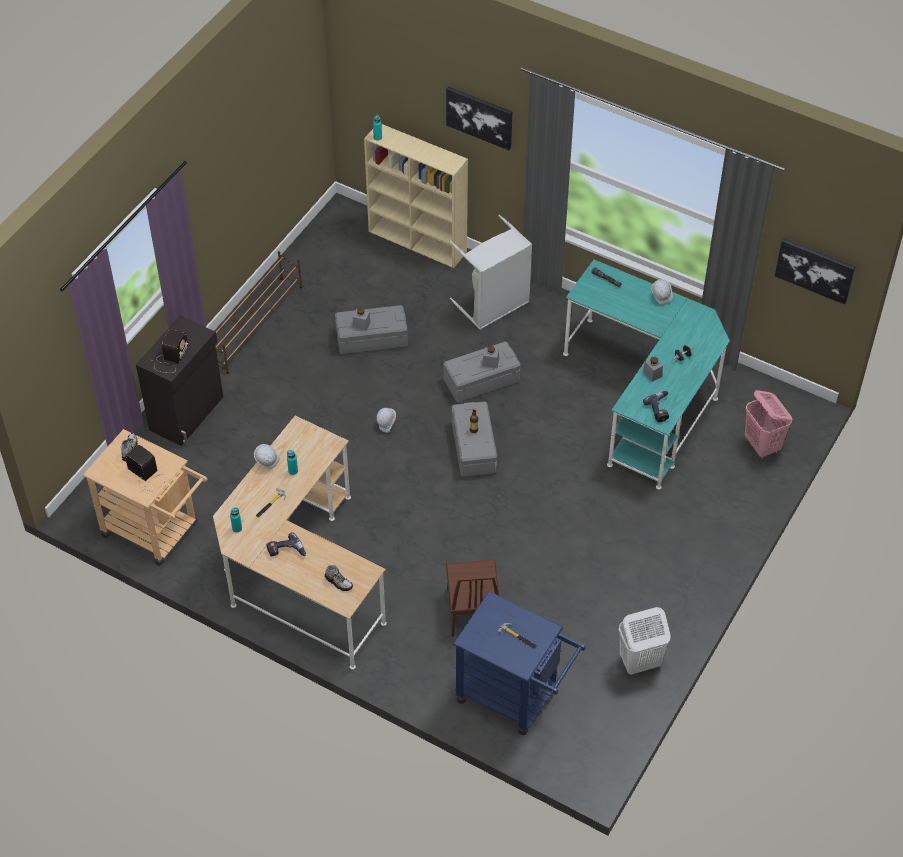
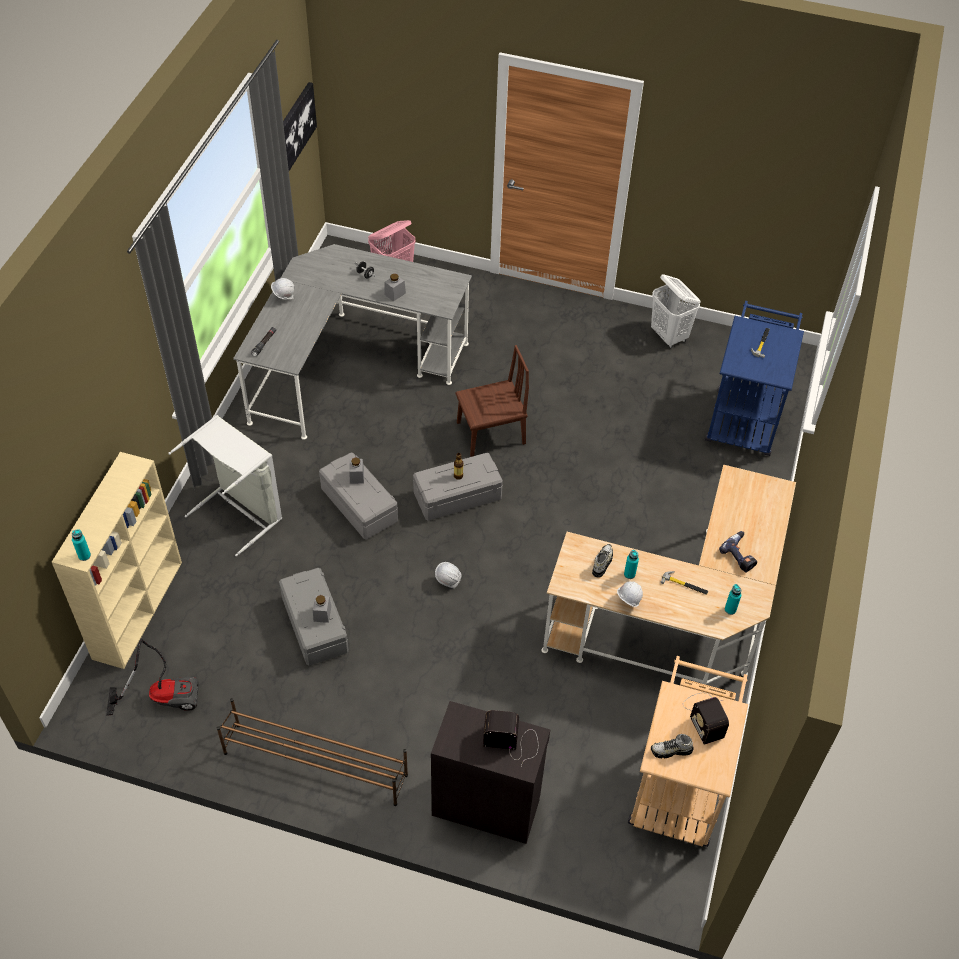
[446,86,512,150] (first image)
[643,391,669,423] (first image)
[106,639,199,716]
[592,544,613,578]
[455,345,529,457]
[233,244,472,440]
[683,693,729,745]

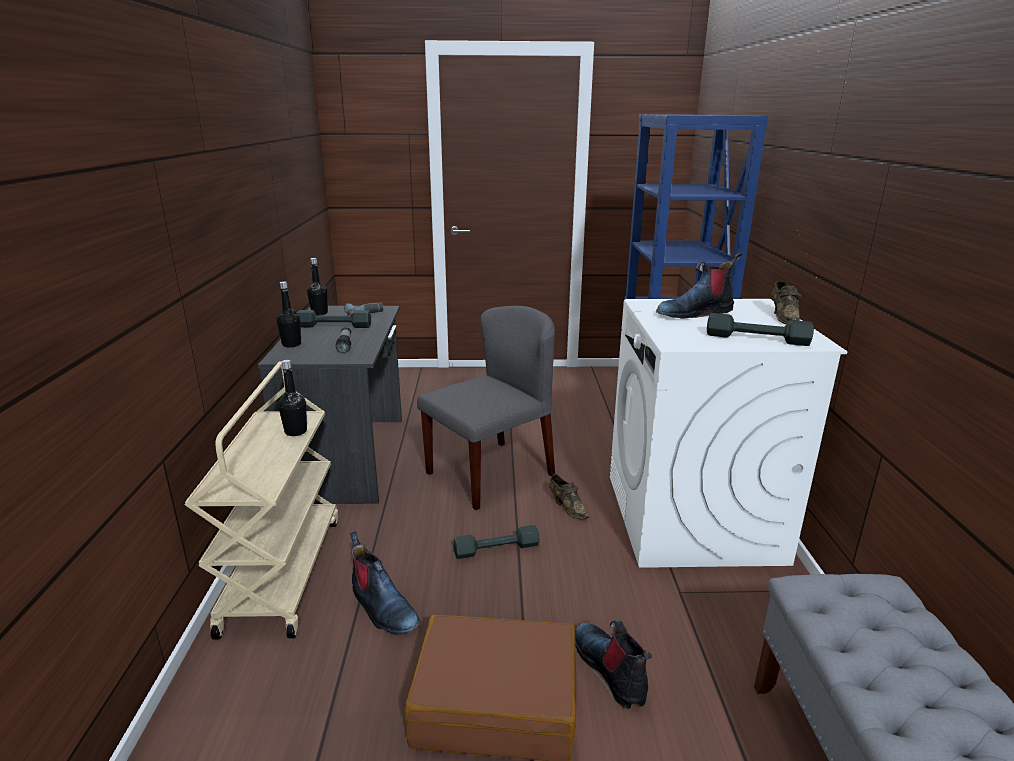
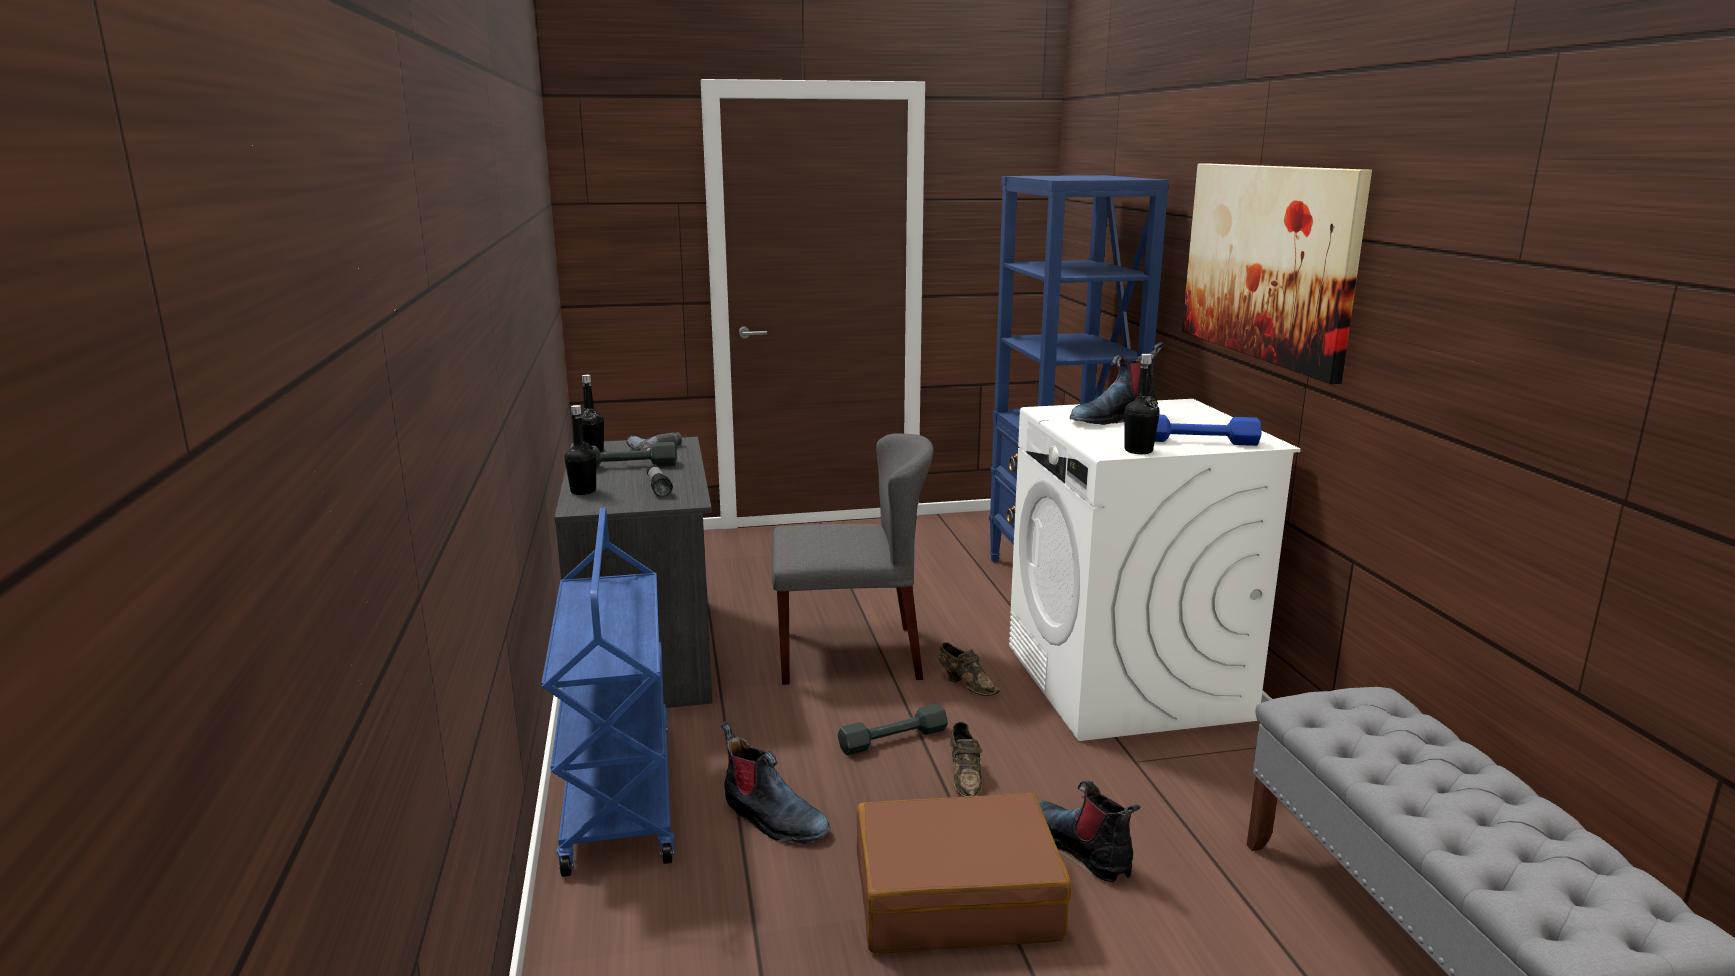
[1182,163,1372,384]
[1124,354,1160,454]
[950,722,983,797]
[541,507,674,877]
[1155,415,1261,446]
[772,433,934,685]

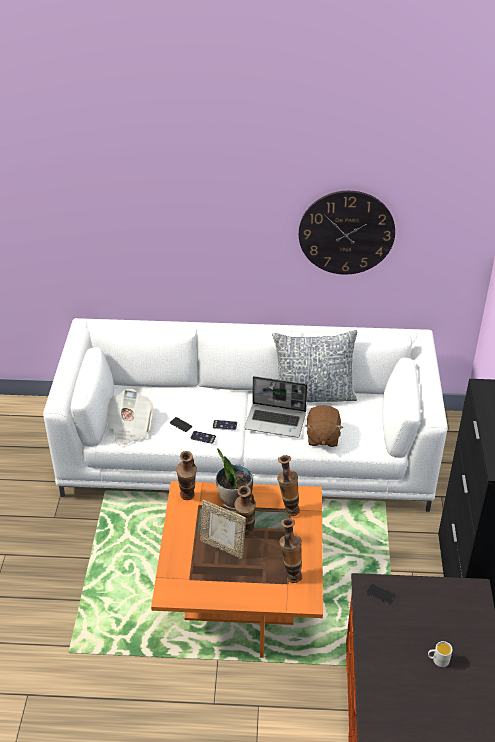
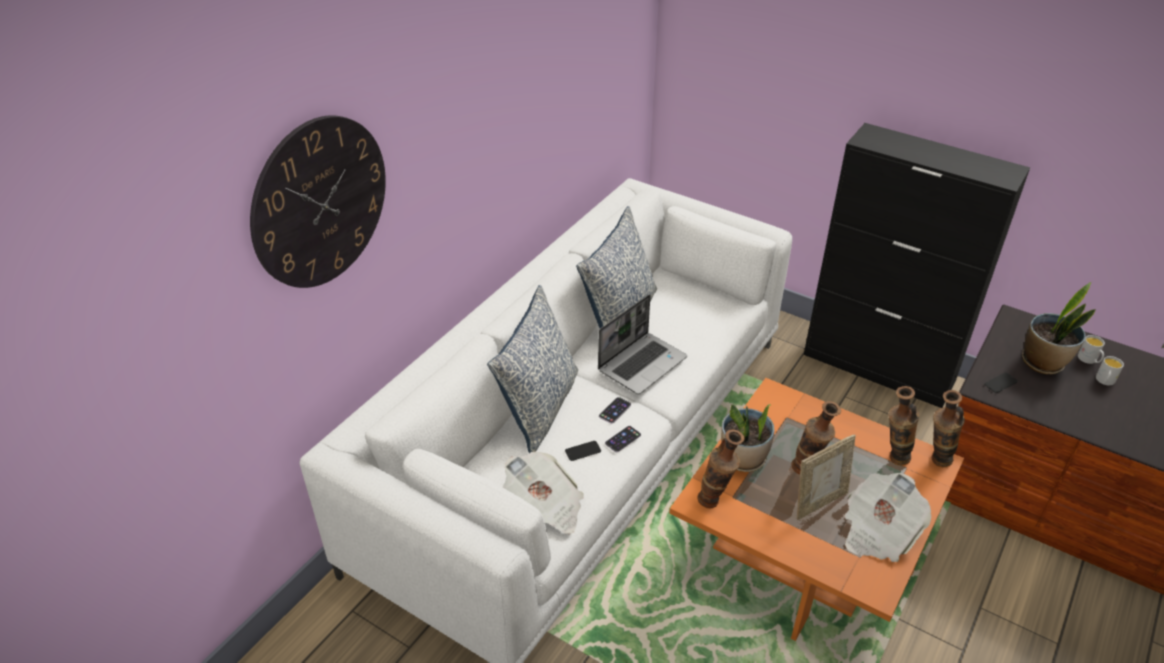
[306,405,343,447] (first image)
[487,285,578,453]
[844,473,931,562]
[1022,282,1096,374]
[1078,335,1105,364]
[932,390,965,467]
[250,115,386,288]

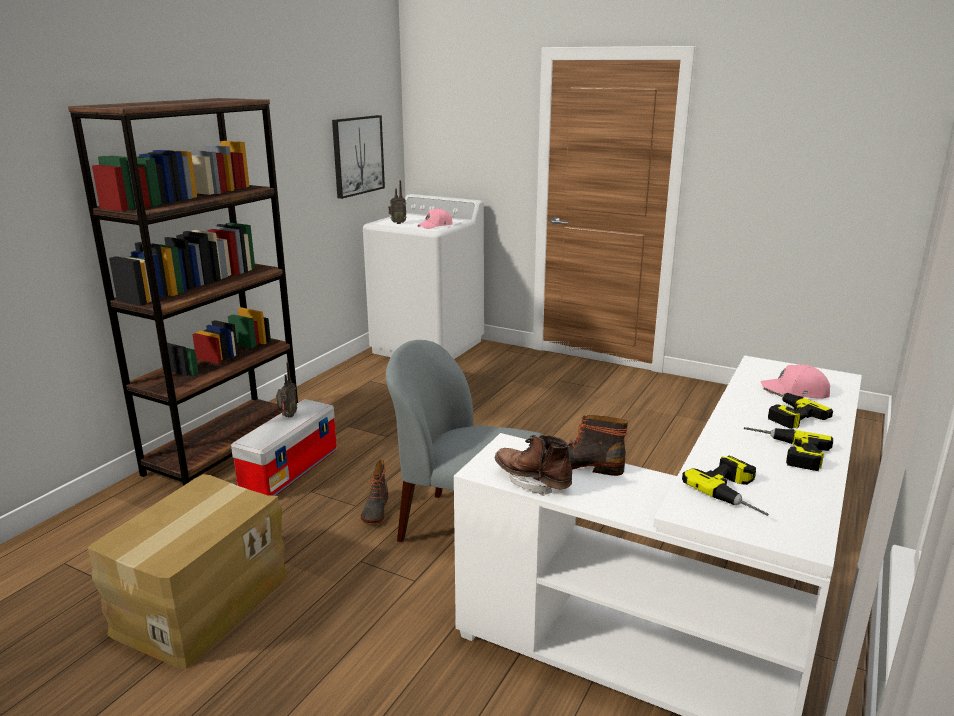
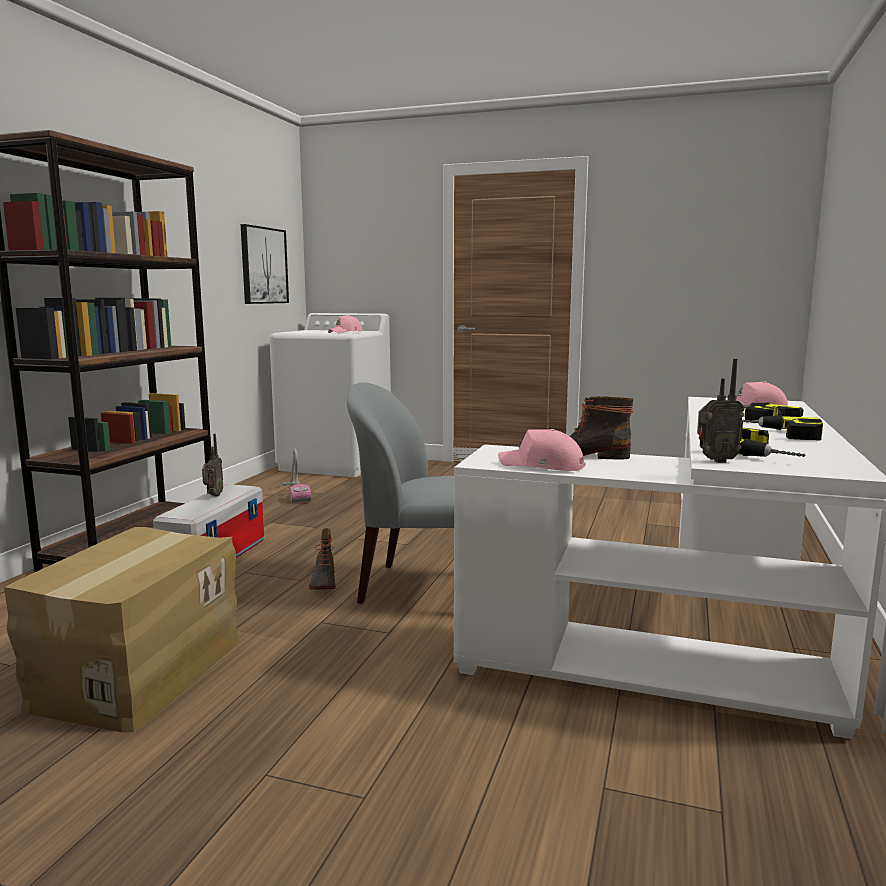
[283,448,311,503]
[697,359,744,463]
[498,429,585,471]

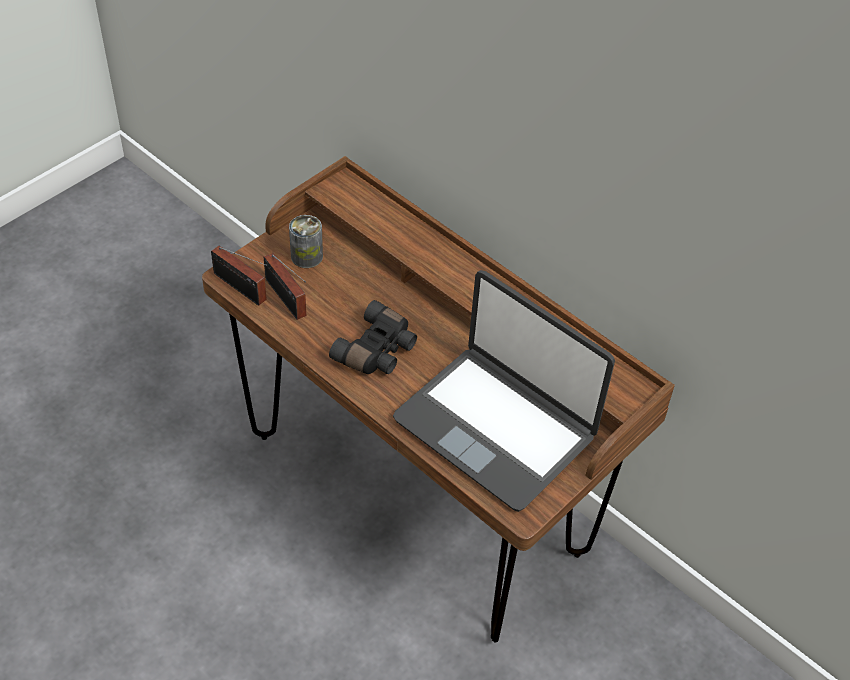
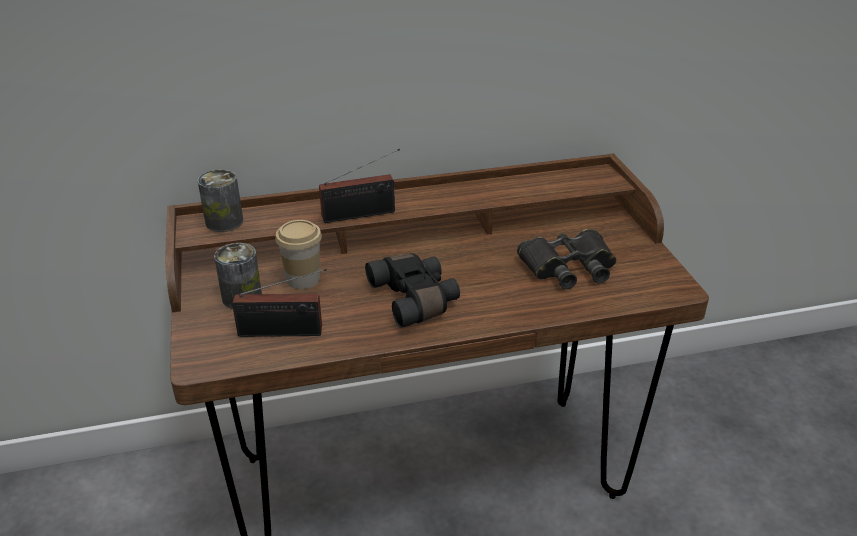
[198,169,243,232]
[275,220,322,289]
[319,149,400,223]
[517,229,616,289]

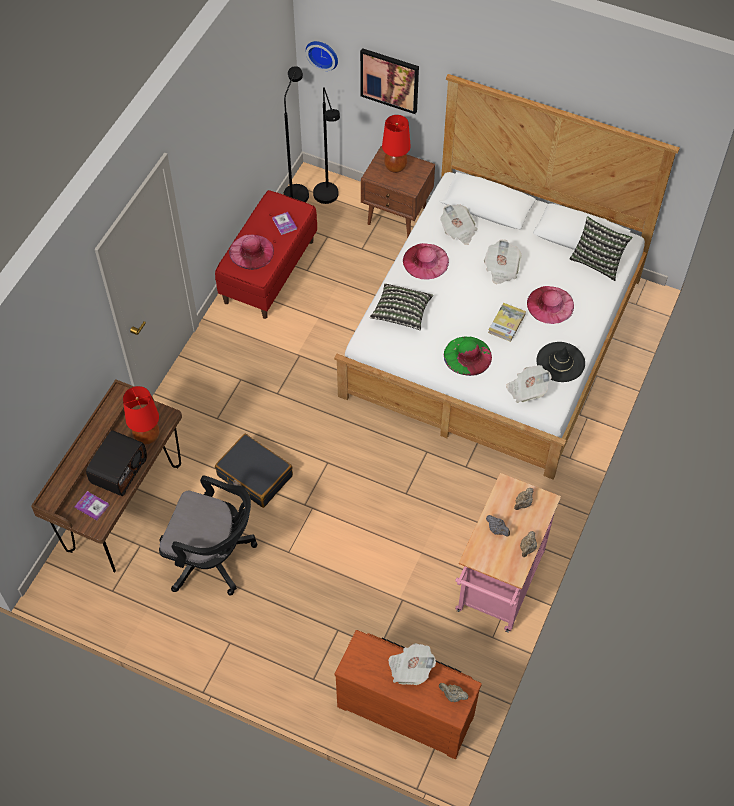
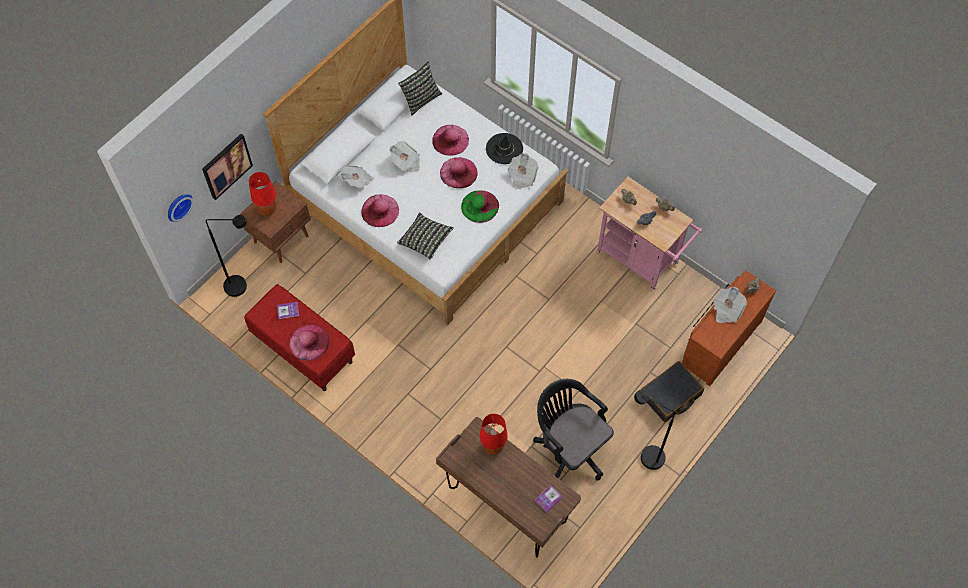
[86,430,147,496] (first image)
[641,361,704,422]
[634,389,675,470]
[440,157,478,188]
[533,379,614,481]

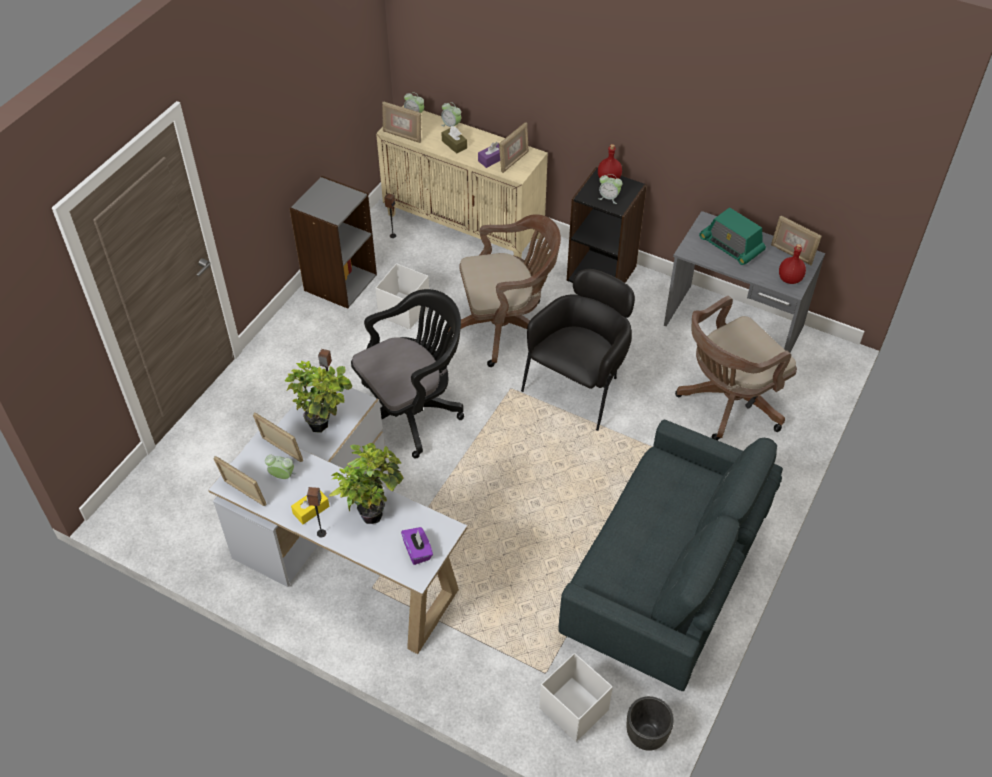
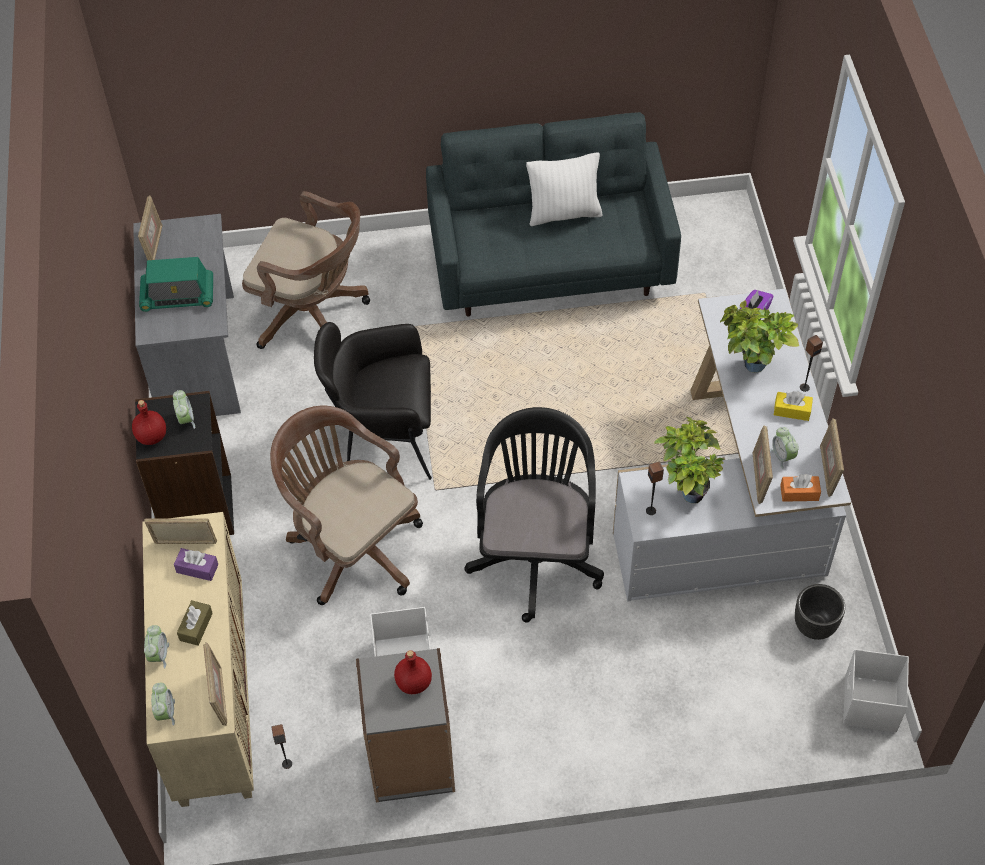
[526,152,603,226]
[780,474,821,502]
[843,649,909,732]
[795,584,845,640]
[394,650,432,694]
[464,407,604,623]
[139,257,213,312]

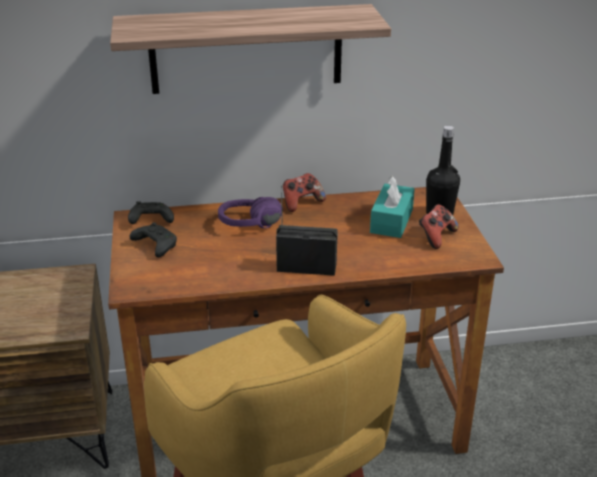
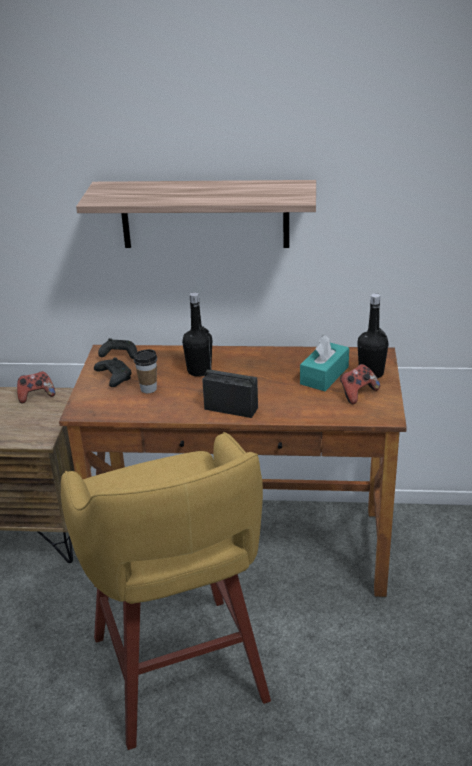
[134,349,157,393]
[17,371,55,403]
[182,292,212,377]

